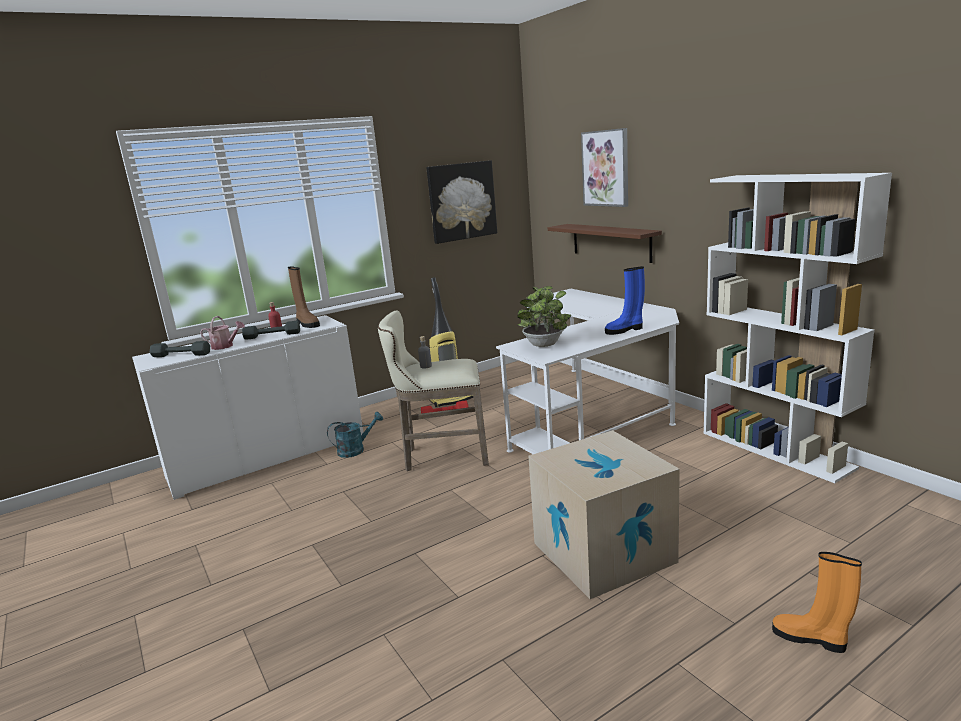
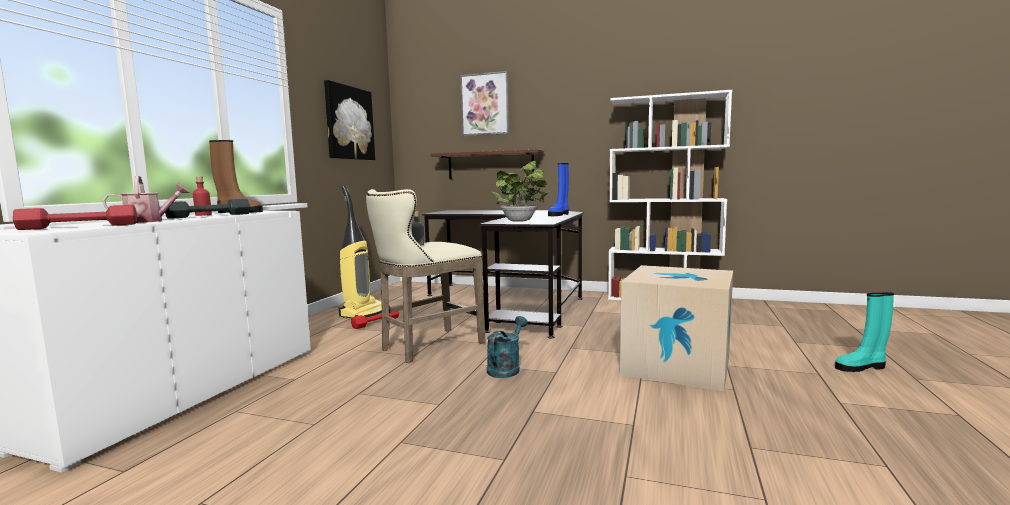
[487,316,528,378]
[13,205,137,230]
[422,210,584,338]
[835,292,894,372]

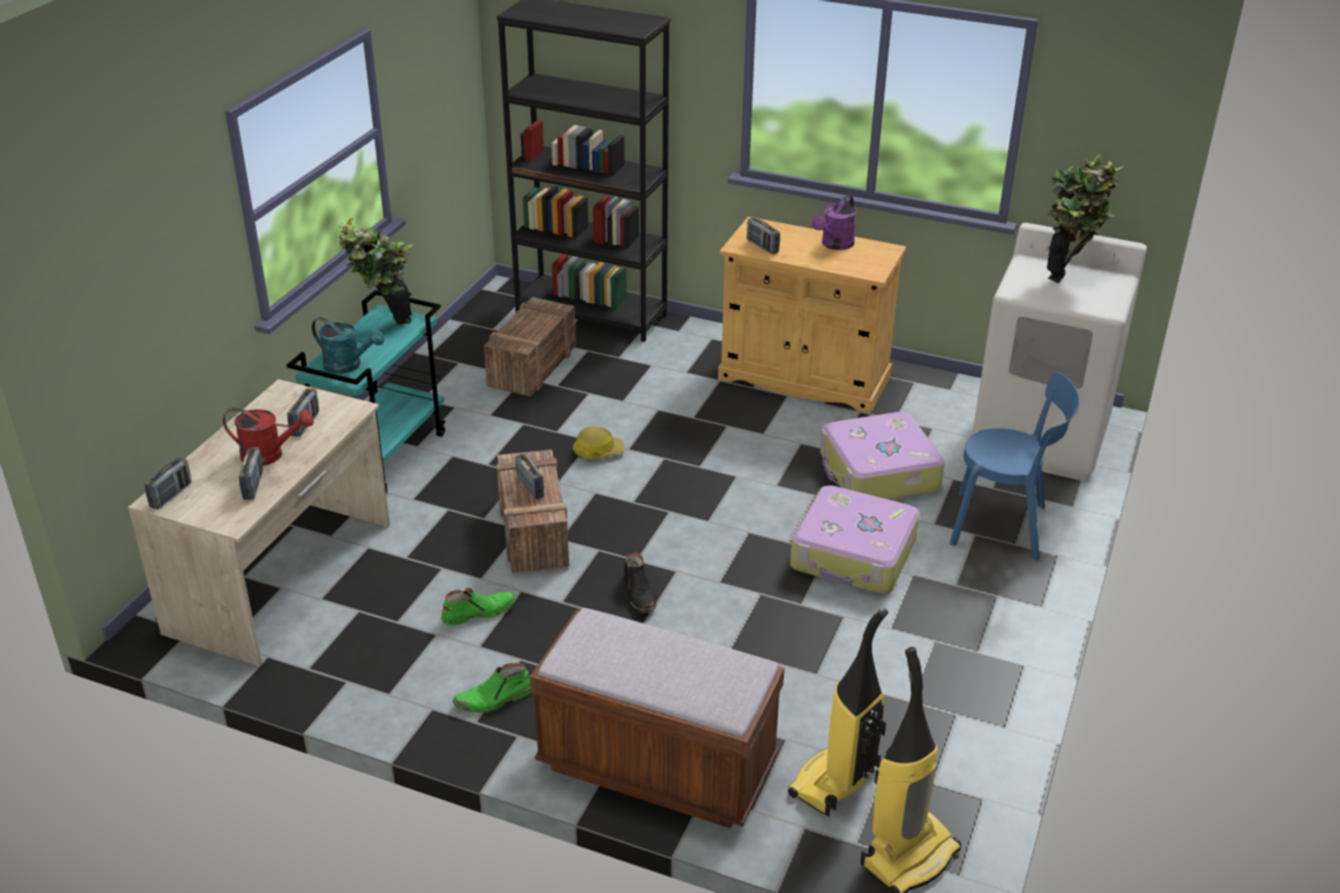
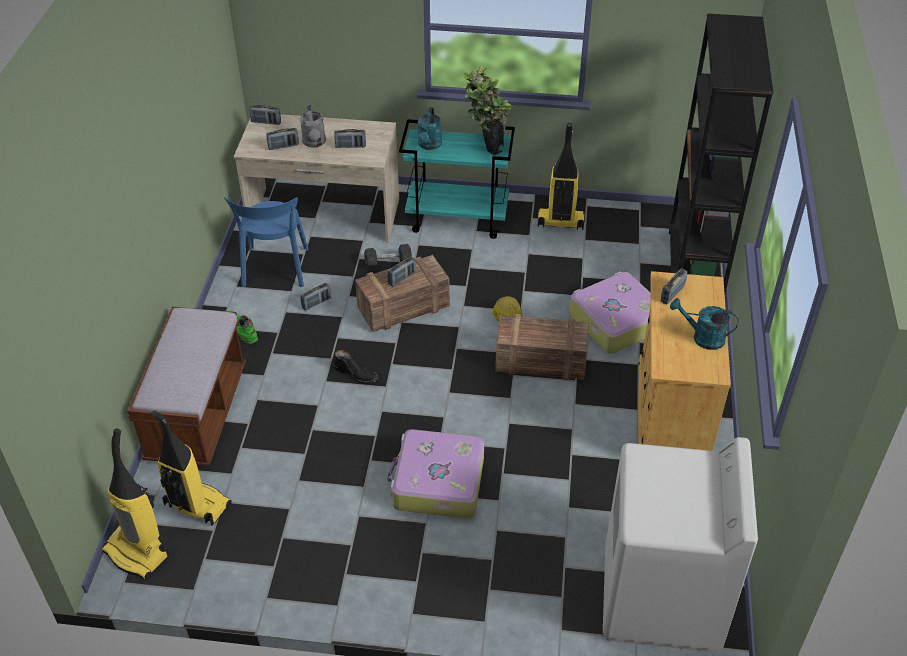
[1047,155,1123,283] (first image)
[364,244,412,268]
[538,123,585,230]
[495,313,589,380]
[569,271,651,354]
[224,197,309,287]
[300,283,331,311]
[300,105,326,148]
[670,298,739,350]
[333,350,378,384]

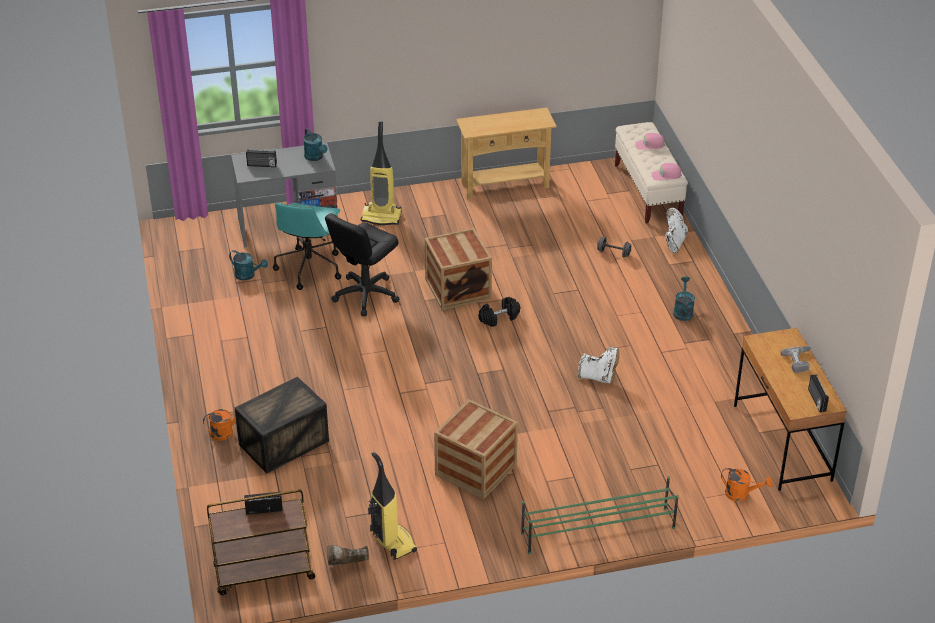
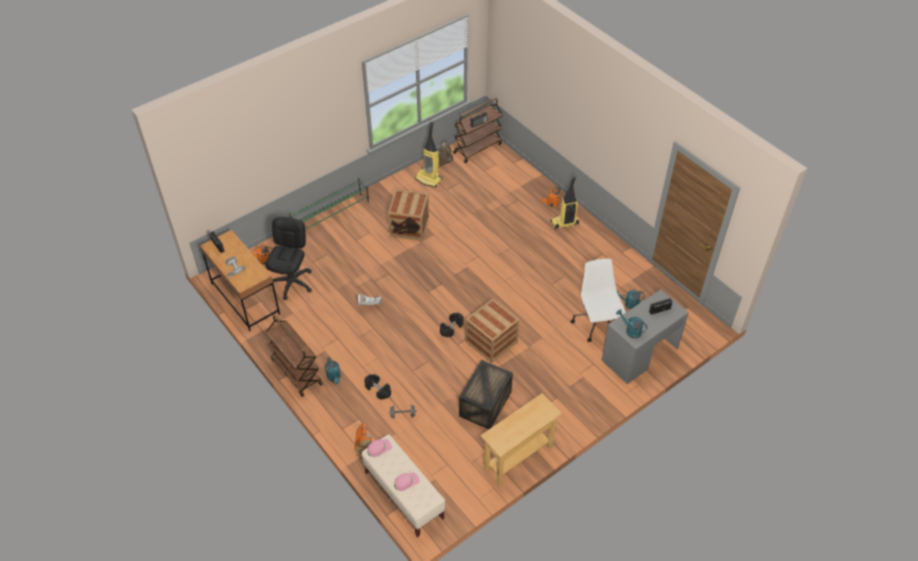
[266,315,323,397]
[364,374,391,400]
[459,360,513,429]
[265,217,312,300]
[550,177,579,230]
[571,259,626,342]
[355,423,372,453]

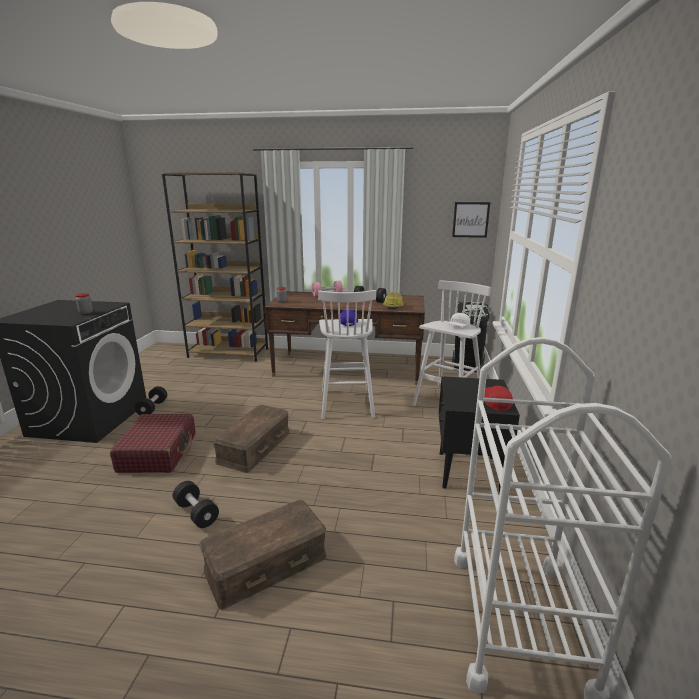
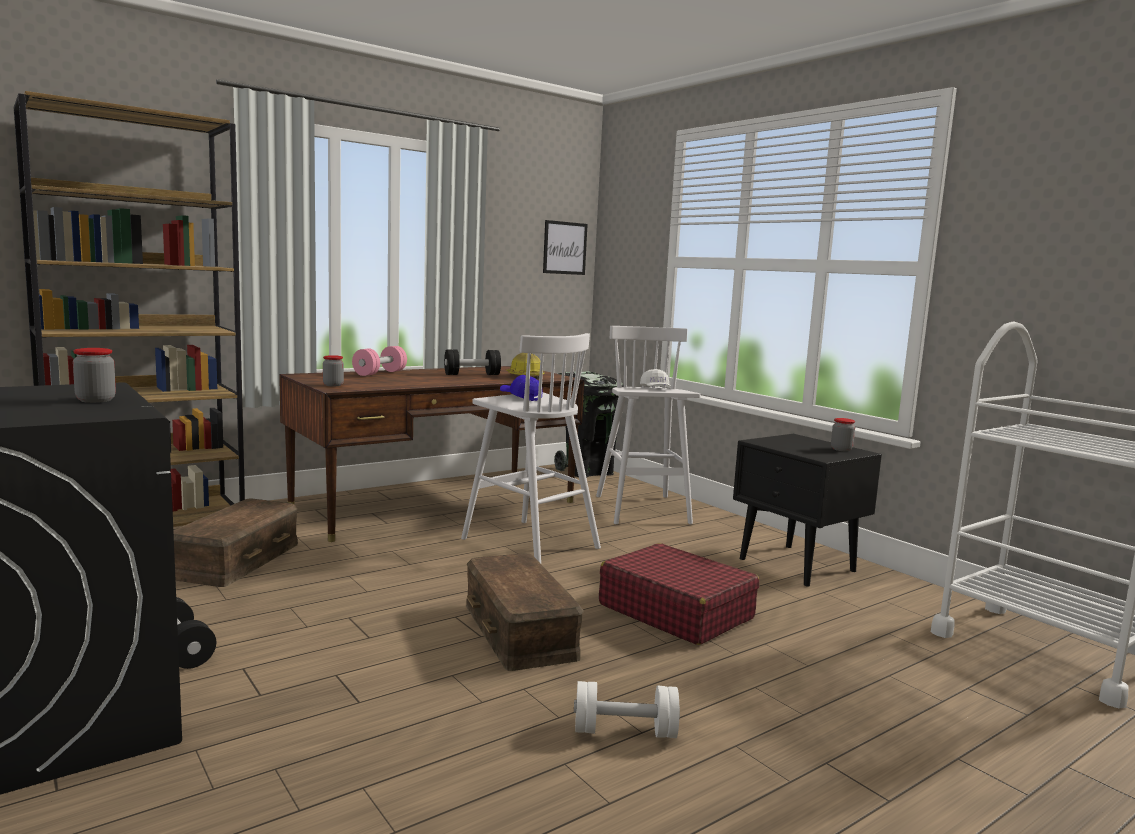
[599,543,759,645]
[173,499,298,587]
[831,418,855,451]
[574,681,680,738]

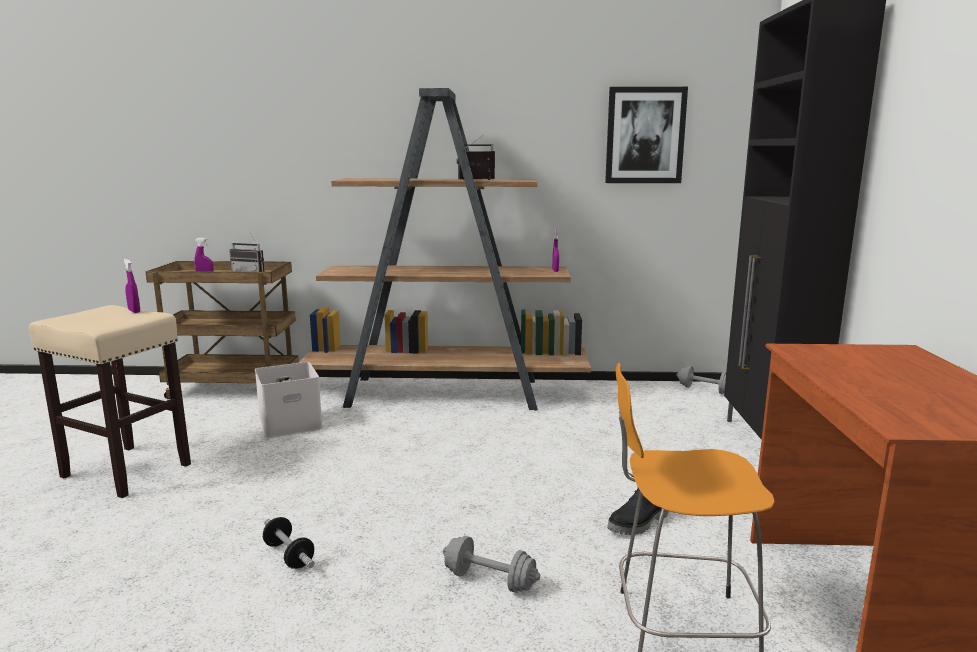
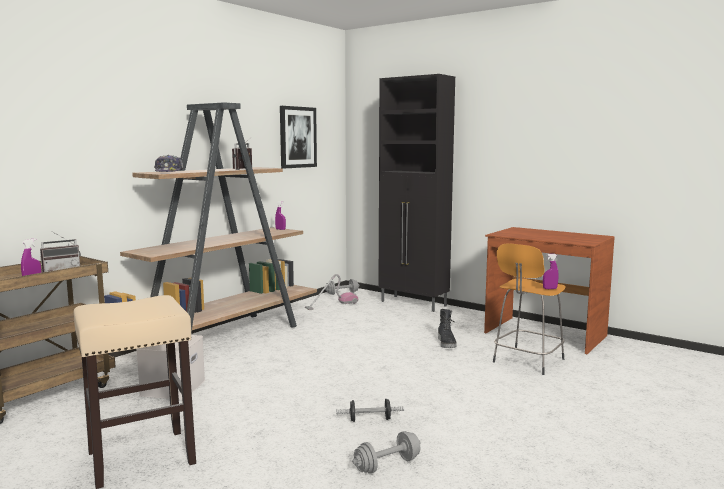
[154,155,183,172]
[305,274,358,310]
[543,254,558,289]
[352,431,421,474]

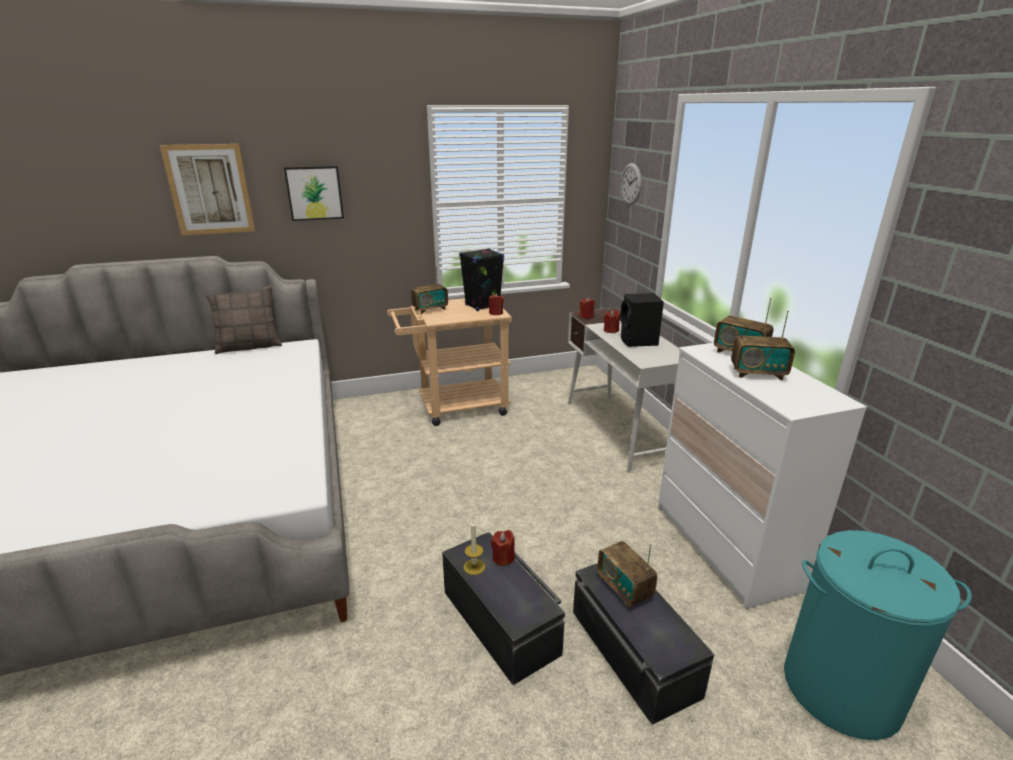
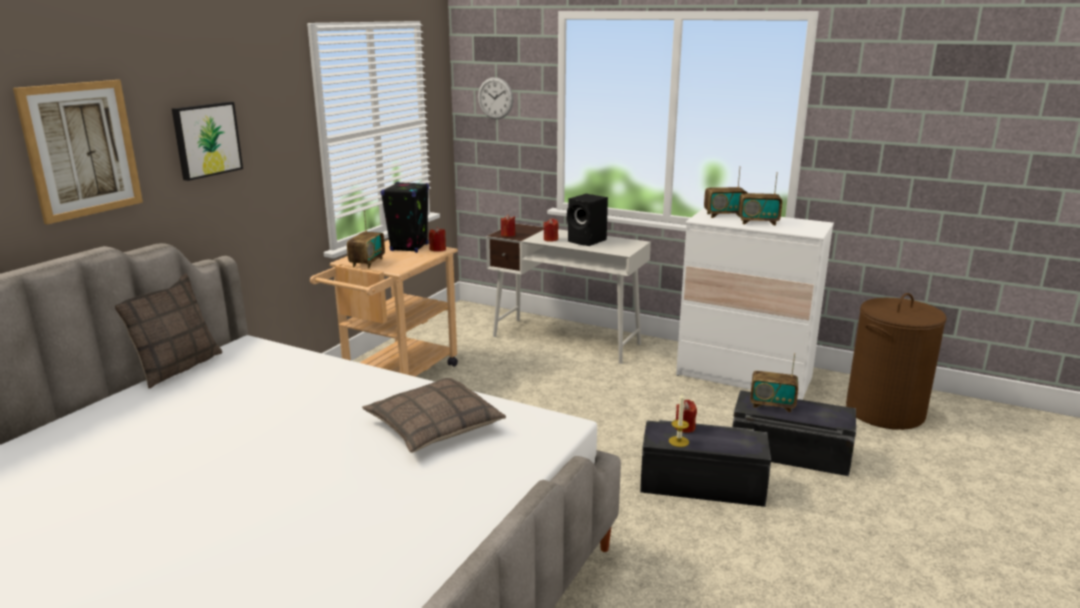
[362,378,506,453]
[846,293,947,430]
[738,172,782,226]

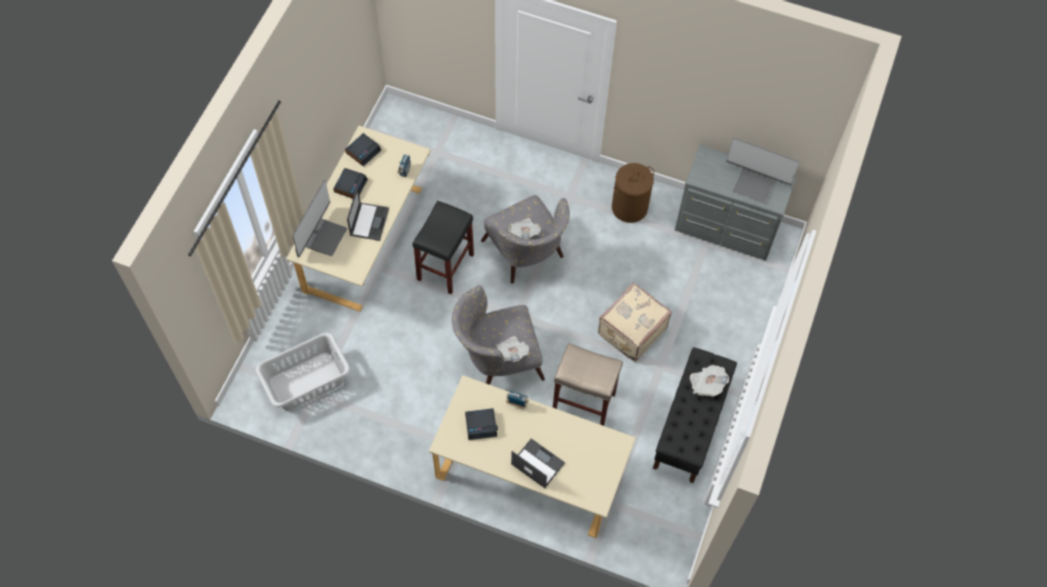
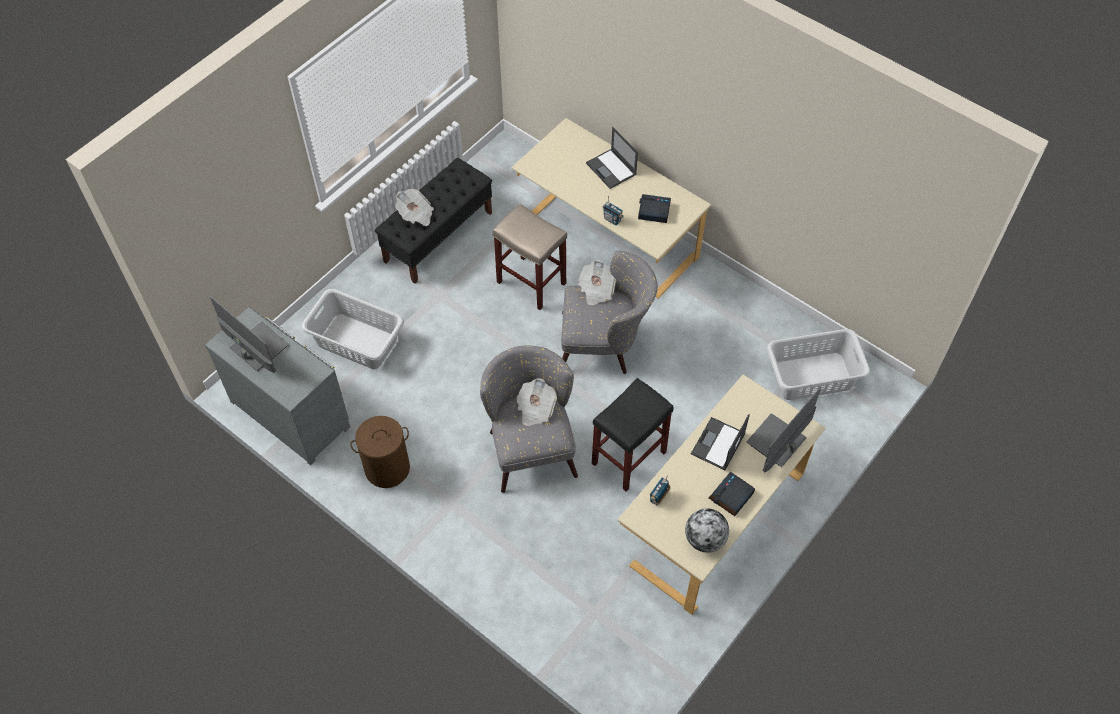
[598,283,672,362] (first image)
[302,289,404,369]
[685,508,729,553]

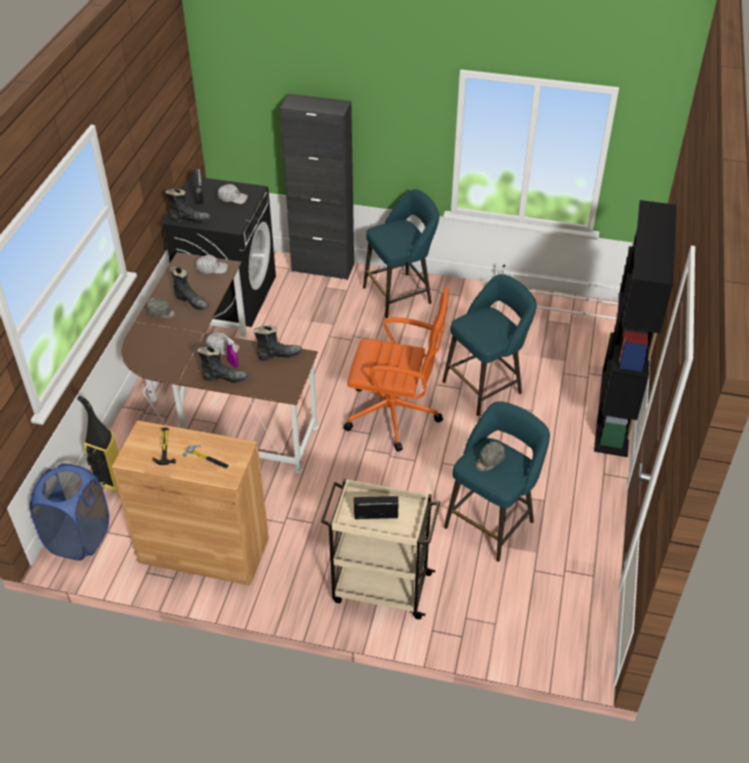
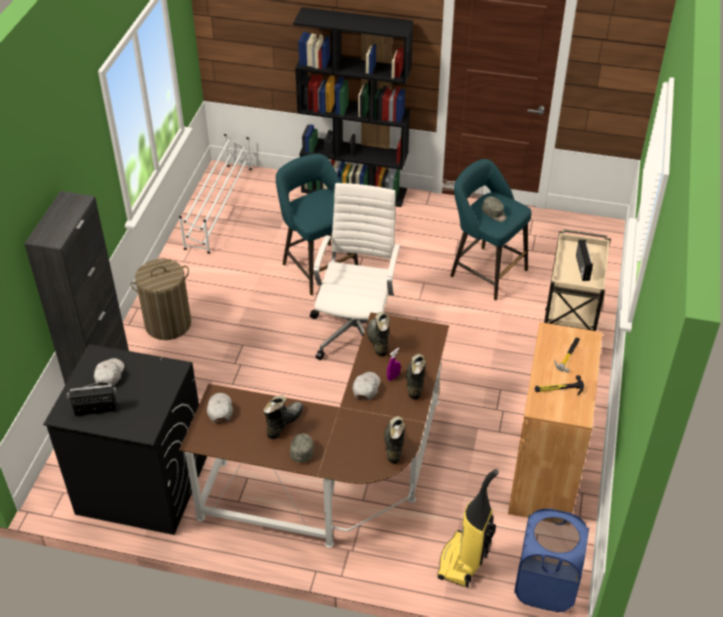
[384,416,405,464]
[130,259,191,340]
[310,183,401,360]

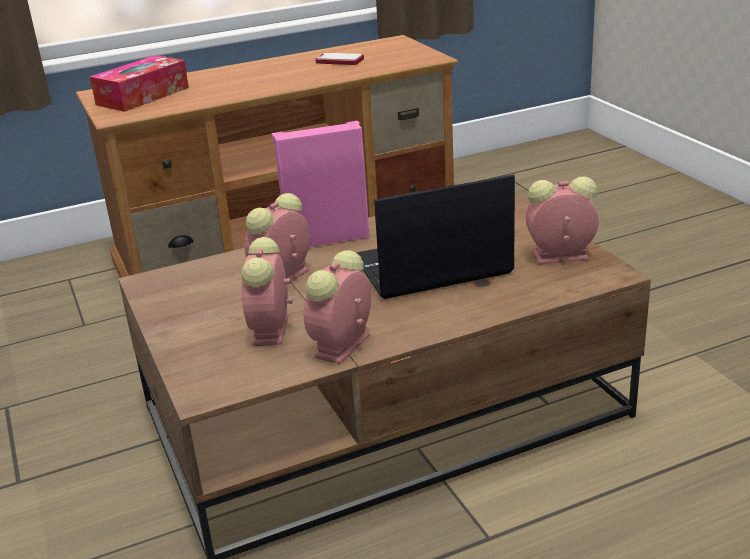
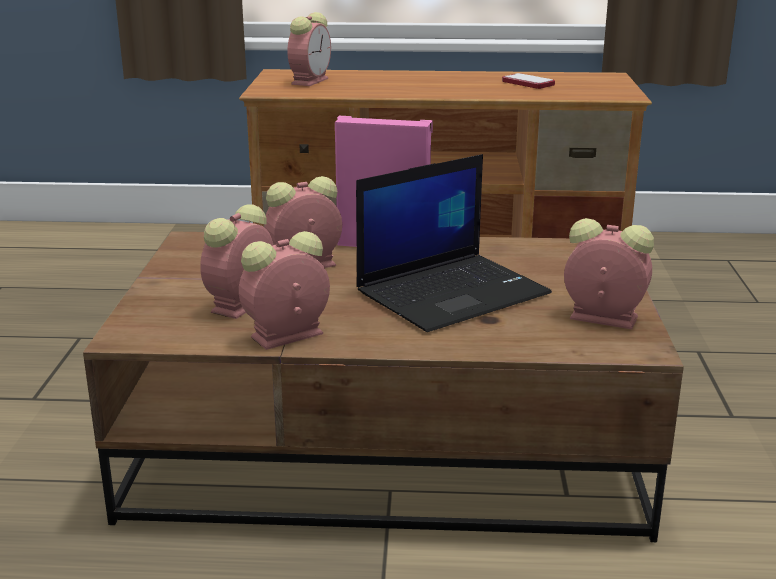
[287,12,331,86]
[356,154,552,332]

